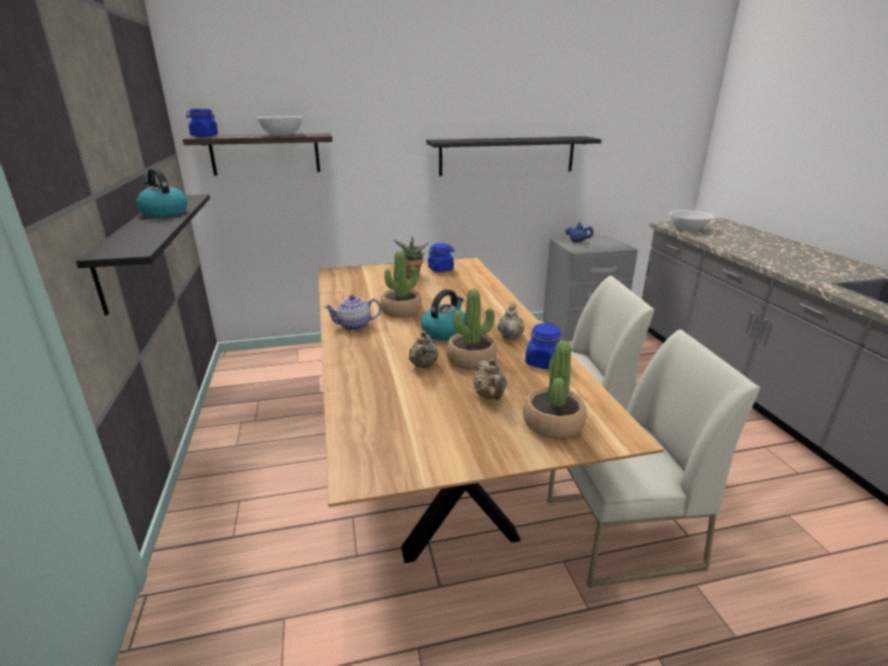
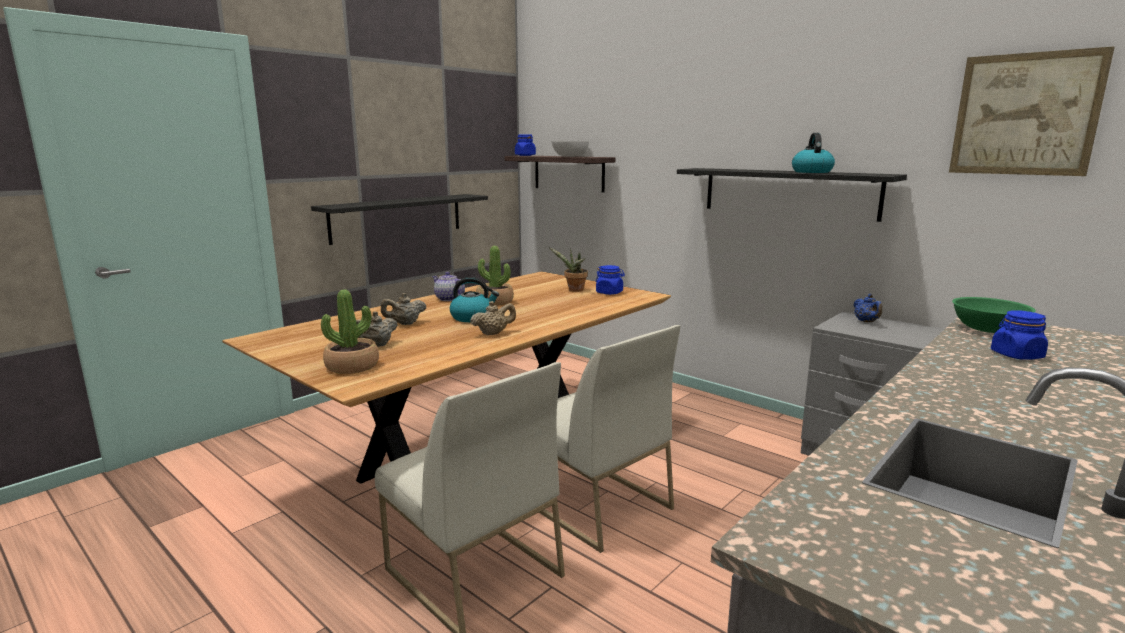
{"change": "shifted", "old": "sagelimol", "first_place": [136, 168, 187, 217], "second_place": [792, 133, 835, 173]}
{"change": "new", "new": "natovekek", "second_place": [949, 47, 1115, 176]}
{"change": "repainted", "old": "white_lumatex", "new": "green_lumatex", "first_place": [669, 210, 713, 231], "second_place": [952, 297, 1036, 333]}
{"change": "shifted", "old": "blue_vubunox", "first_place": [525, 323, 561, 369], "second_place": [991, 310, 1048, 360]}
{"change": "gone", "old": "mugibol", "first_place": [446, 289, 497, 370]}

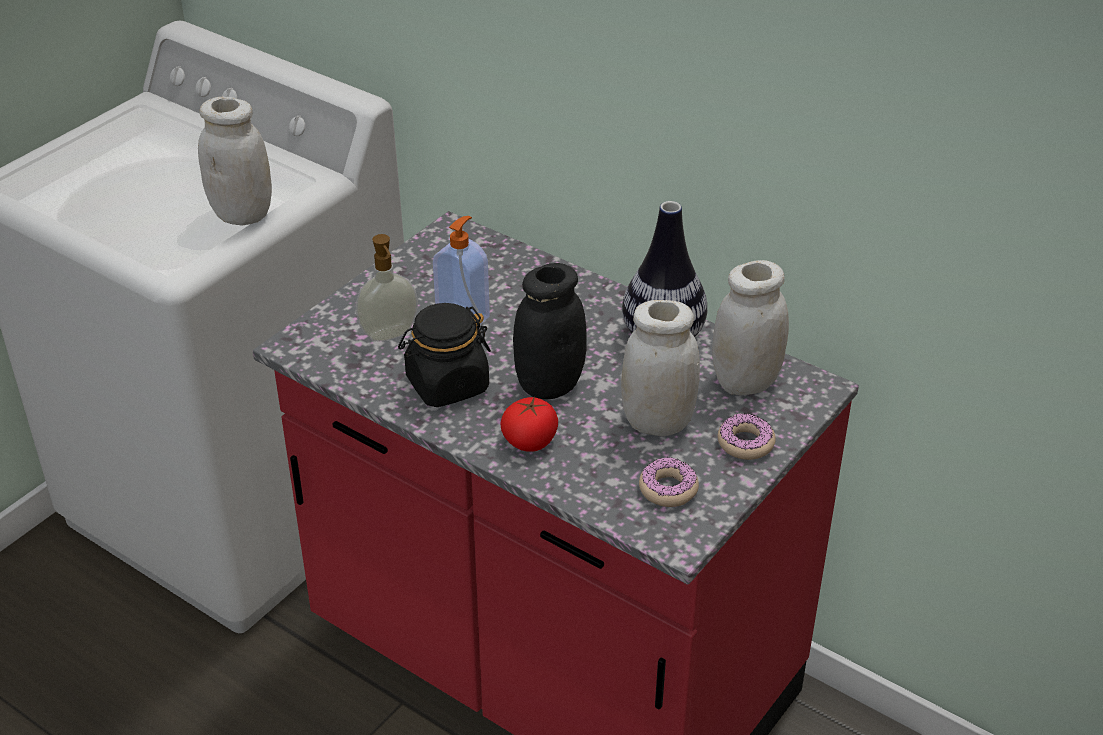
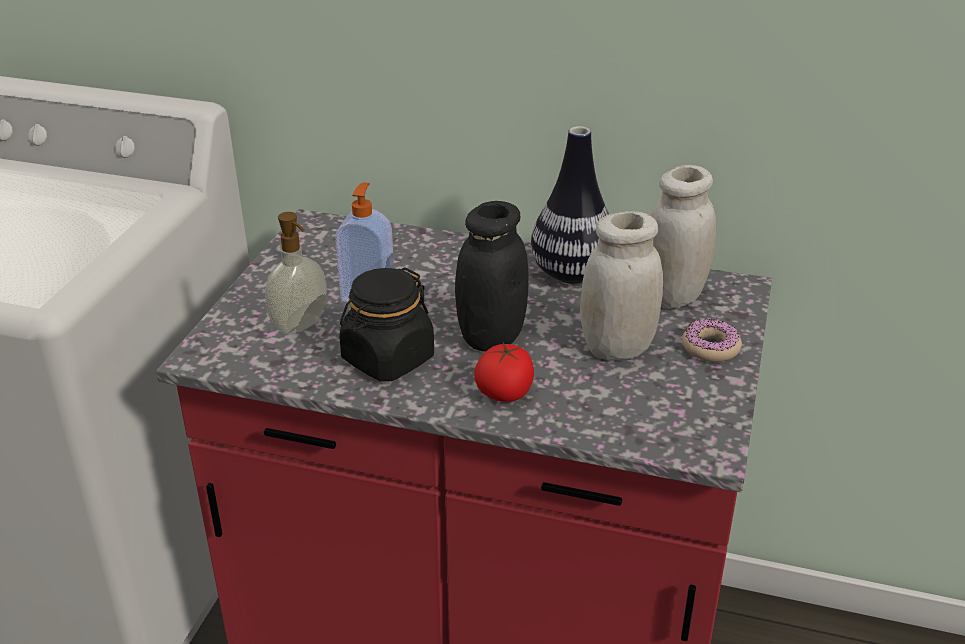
{"change": "gone", "old": "white_vubunox", "first_place": [198, 97, 272, 225]}
{"change": "gone", "old": "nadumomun", "first_place": [639, 457, 699, 507]}

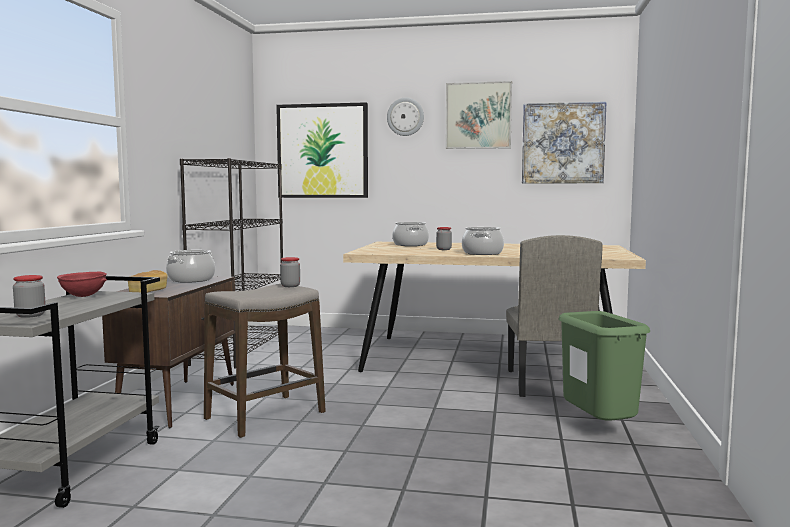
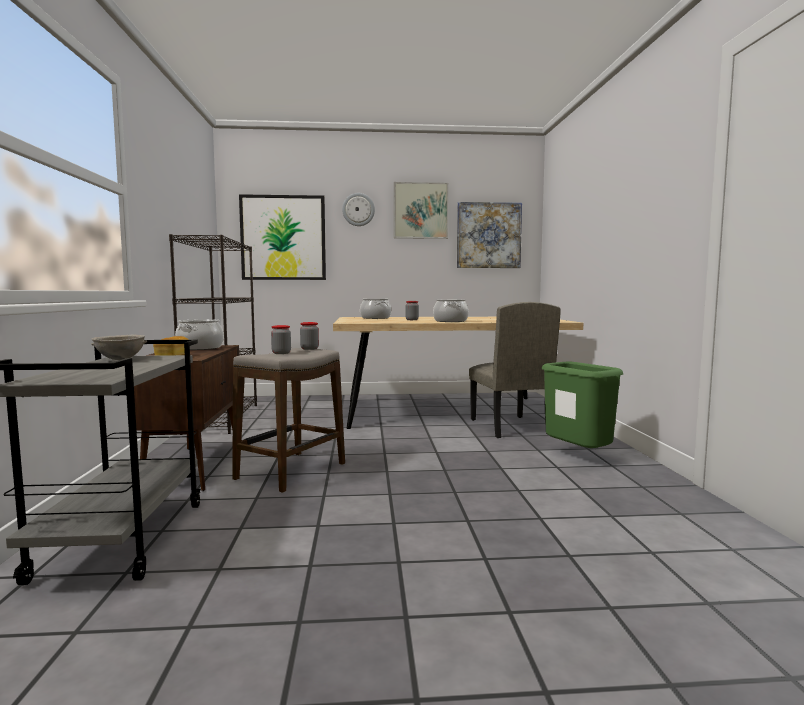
{"change": "repainted", "old": "red_lumatex", "new": "grey_lumatex", "first_place": [57, 272, 107, 297], "second_place": [91, 334, 147, 360]}
{"change": "shifted", "old": "vubunox", "first_place": [13, 275, 46, 318], "second_place": [271, 325, 291, 354]}

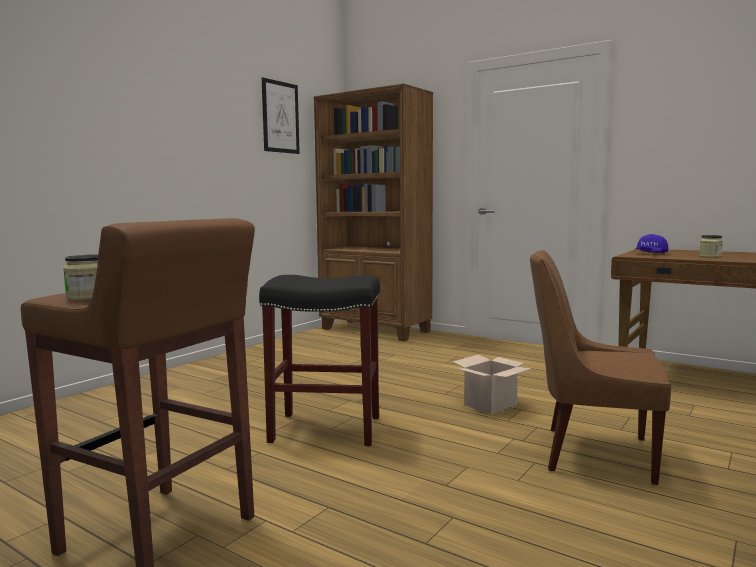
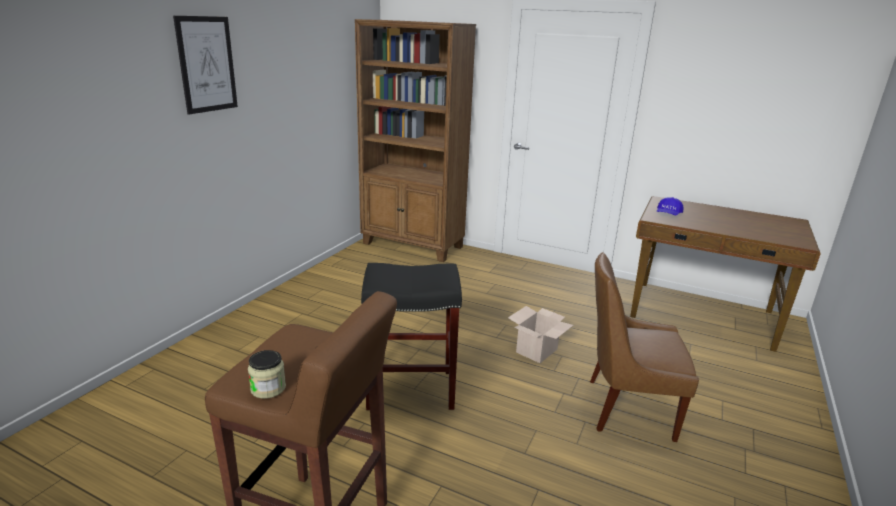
{"change": "shifted", "old": "natovekek", "first_place": [262, 78, 300, 154], "second_place": [173, 16, 238, 114]}
{"change": "gone", "old": "vubunox", "first_place": [699, 235, 723, 258]}

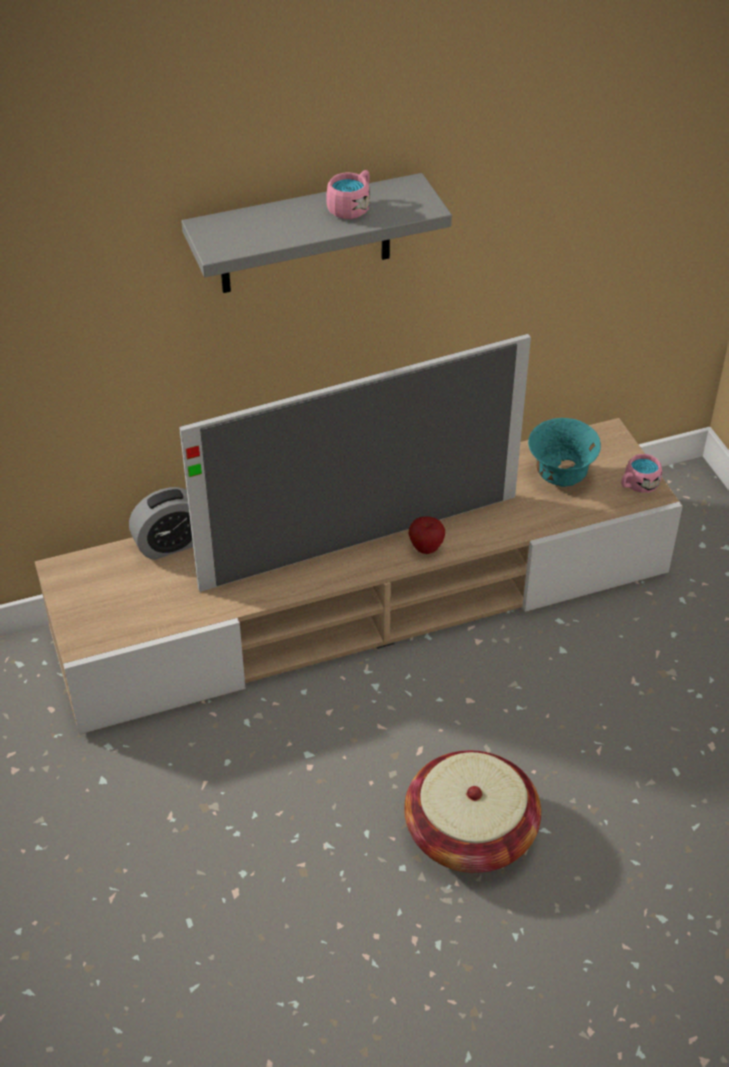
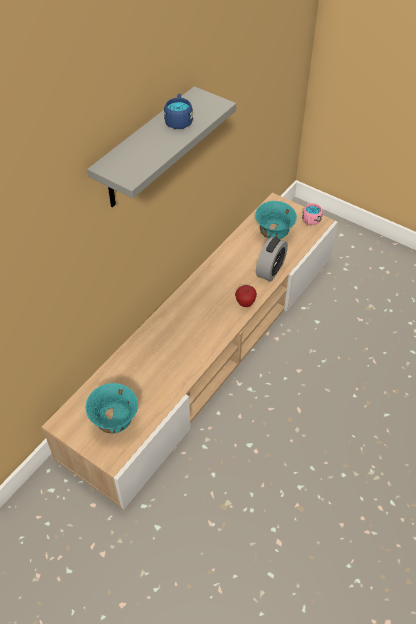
{"change": "new", "new": "turquoise_lumatex", "second_place": [85, 383, 138, 434]}
{"change": "repainted", "old": "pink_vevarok", "new": "blue_vevarok", "first_place": [326, 170, 370, 219], "second_place": [164, 94, 193, 129]}
{"change": "shifted", "old": "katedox", "first_place": [129, 487, 193, 560], "second_place": [256, 237, 288, 282]}
{"change": "gone", "old": "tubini", "first_place": [179, 334, 531, 592]}
{"change": "gone", "old": "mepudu", "first_place": [404, 750, 541, 873]}

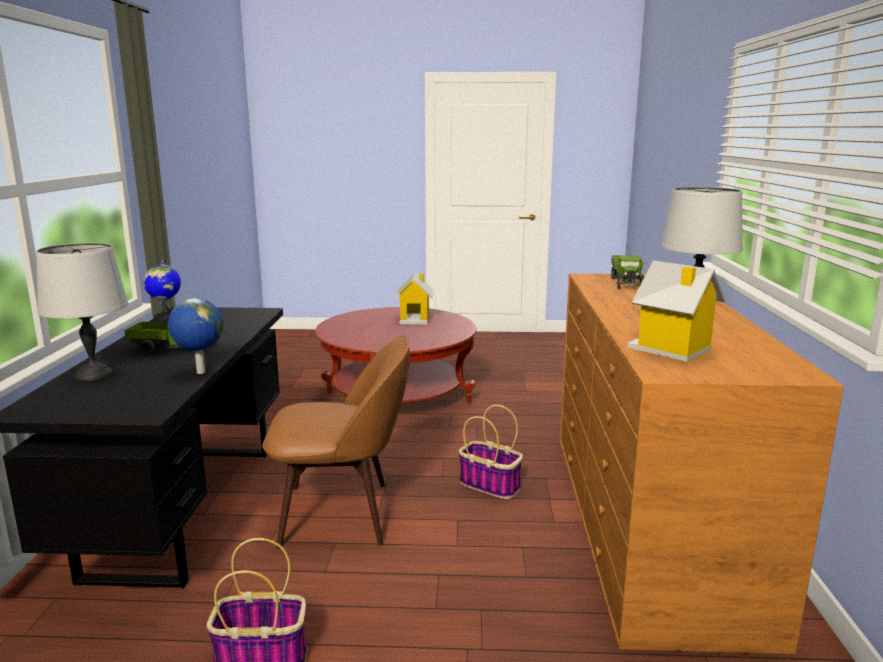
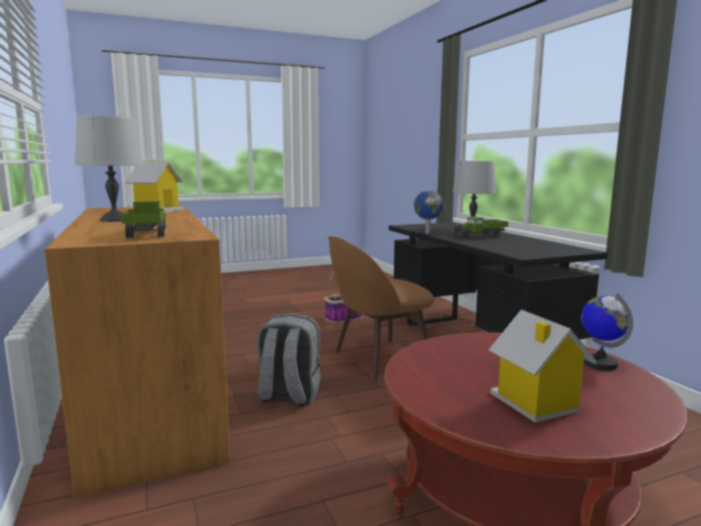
{"change": "swapped", "old": "mepudu", "new": "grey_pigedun", "first_place": [459, 405, 523, 499], "second_place": [257, 313, 321, 407]}
{"change": "shifted", "old": "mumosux", "first_place": [143, 259, 181, 322], "second_place": [581, 293, 633, 370]}

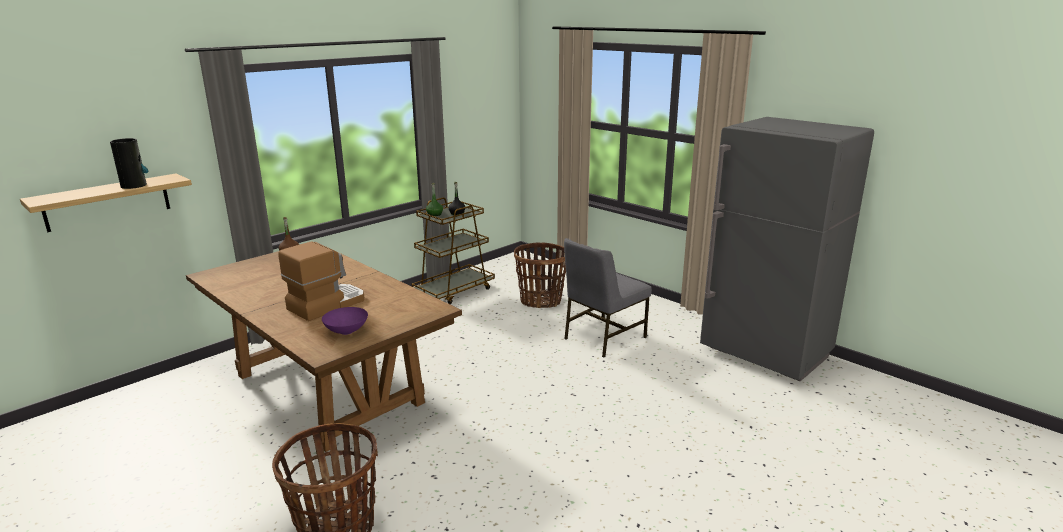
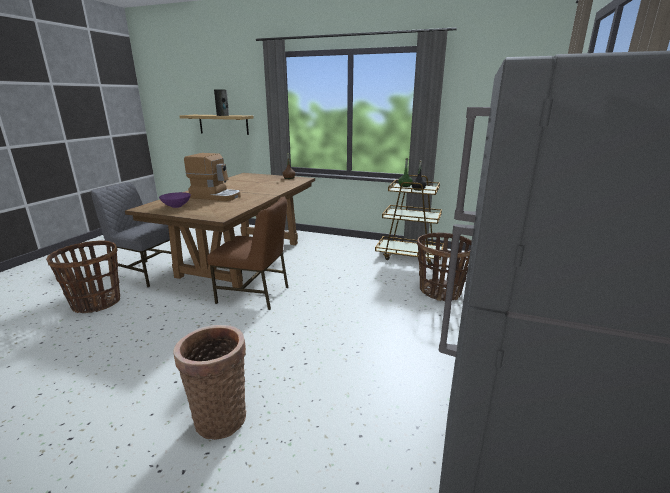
{"change": "shifted", "old": "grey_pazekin", "first_place": [564, 238, 652, 358], "second_place": [91, 182, 184, 287]}
{"change": "new", "new": "mepudu", "second_place": [173, 325, 246, 440]}
{"change": "new", "new": "brown_pazekin", "second_place": [207, 196, 288, 310]}

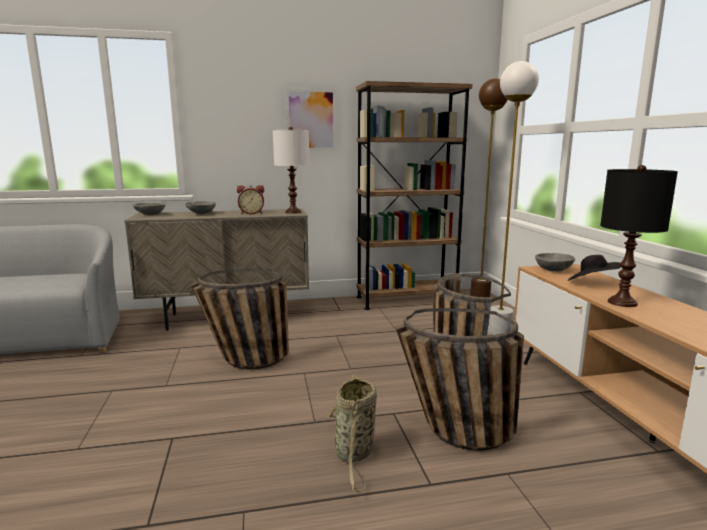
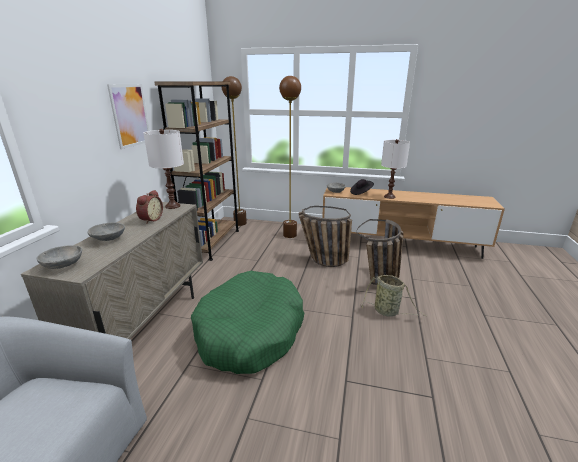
{"change": "swapped", "old": "mepudu", "new": "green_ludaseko", "first_place": [192, 269, 289, 369], "second_place": [191, 271, 304, 374]}
{"change": "repainted", "old": "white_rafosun", "new": "brown_rafosun", "first_place": [487, 61, 539, 335], "second_place": [279, 76, 301, 238]}
{"change": "repainted", "old": "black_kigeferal", "new": "white_kigeferal", "first_place": [600, 165, 678, 307], "second_place": [381, 139, 410, 199]}

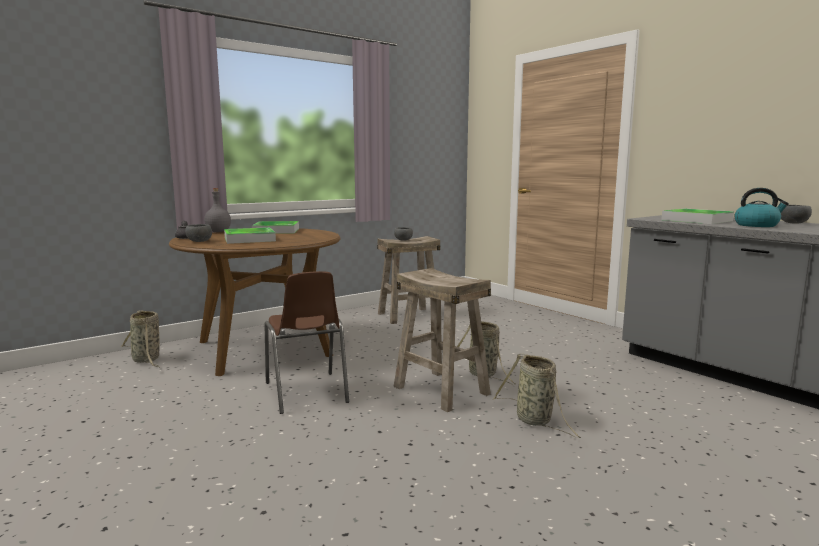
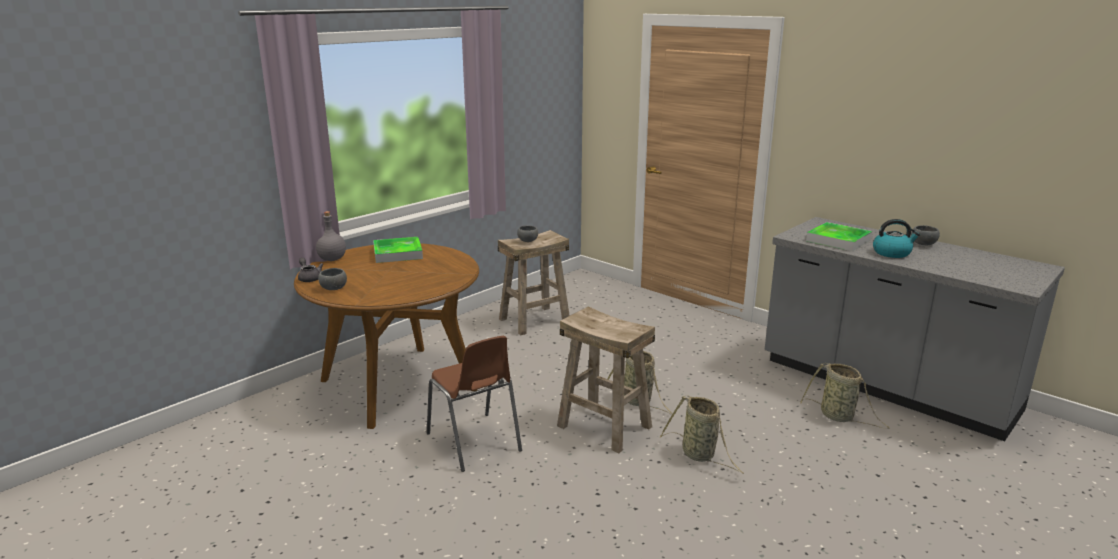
{"change": "shifted", "old": "mepudu", "first_place": [121, 310, 160, 368], "second_place": [800, 363, 890, 429]}
{"change": "gone", "old": "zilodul", "first_place": [224, 227, 276, 244]}

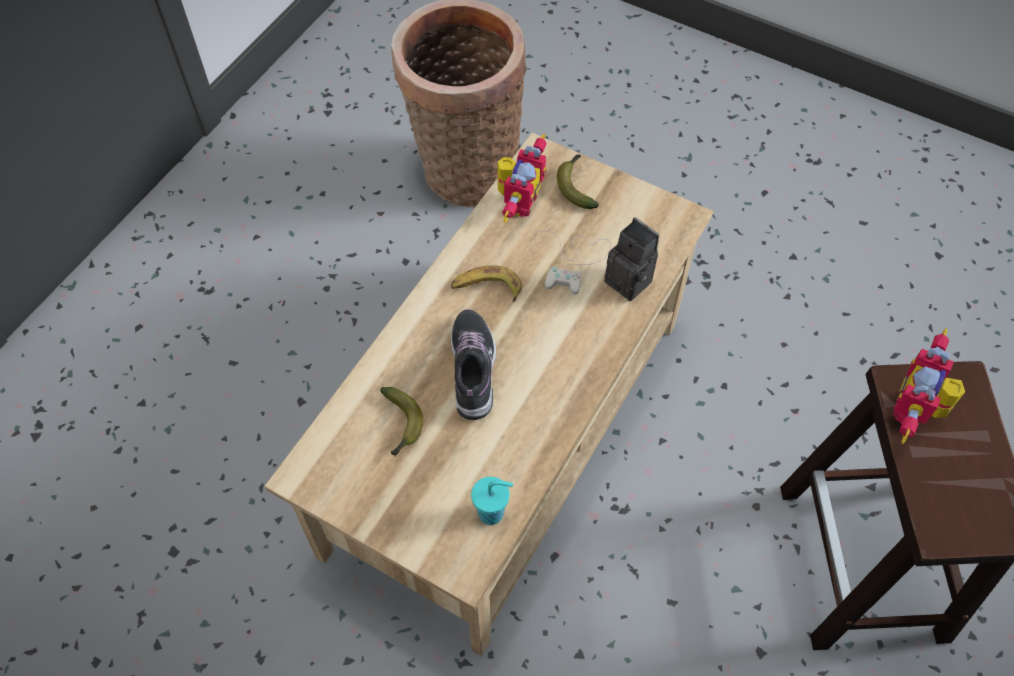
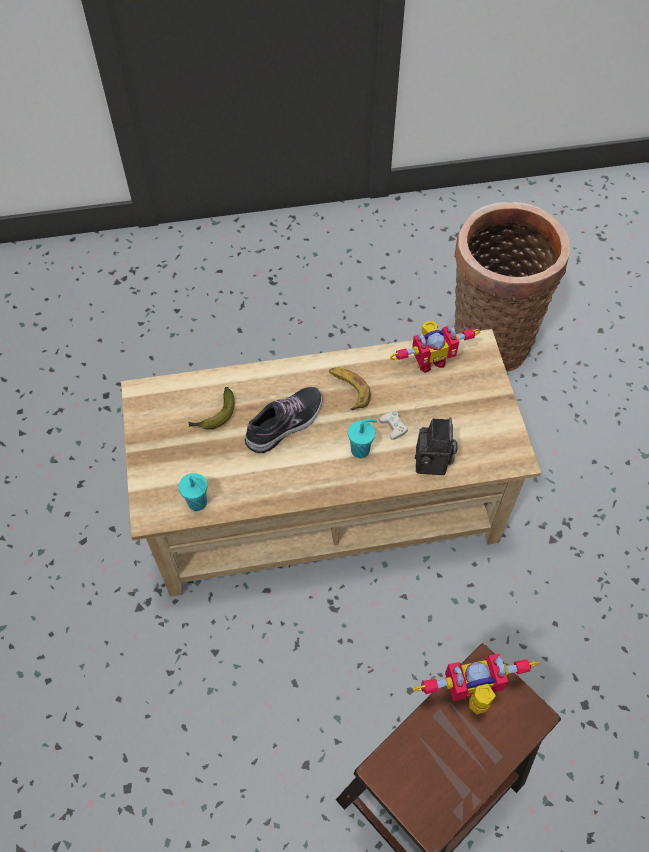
{"change": "new", "new": "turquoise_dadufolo", "second_place": [348, 419, 377, 458]}
{"change": "gone", "old": "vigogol", "first_place": [557, 155, 599, 209]}

